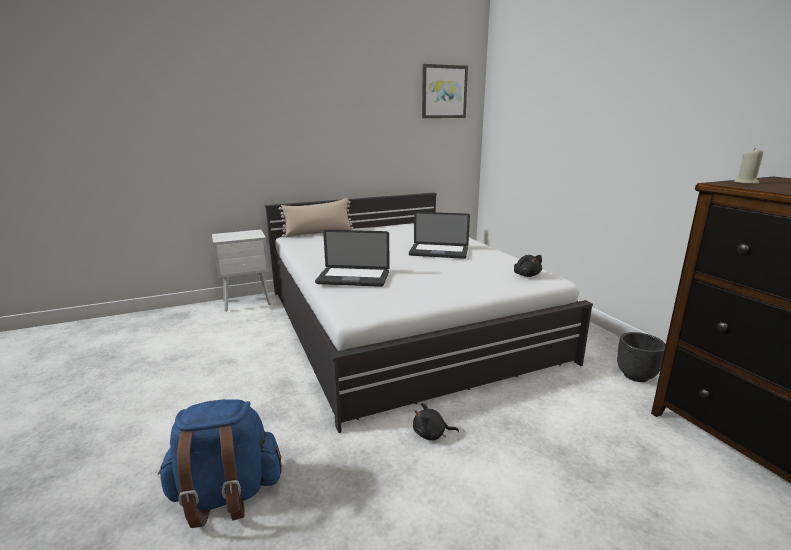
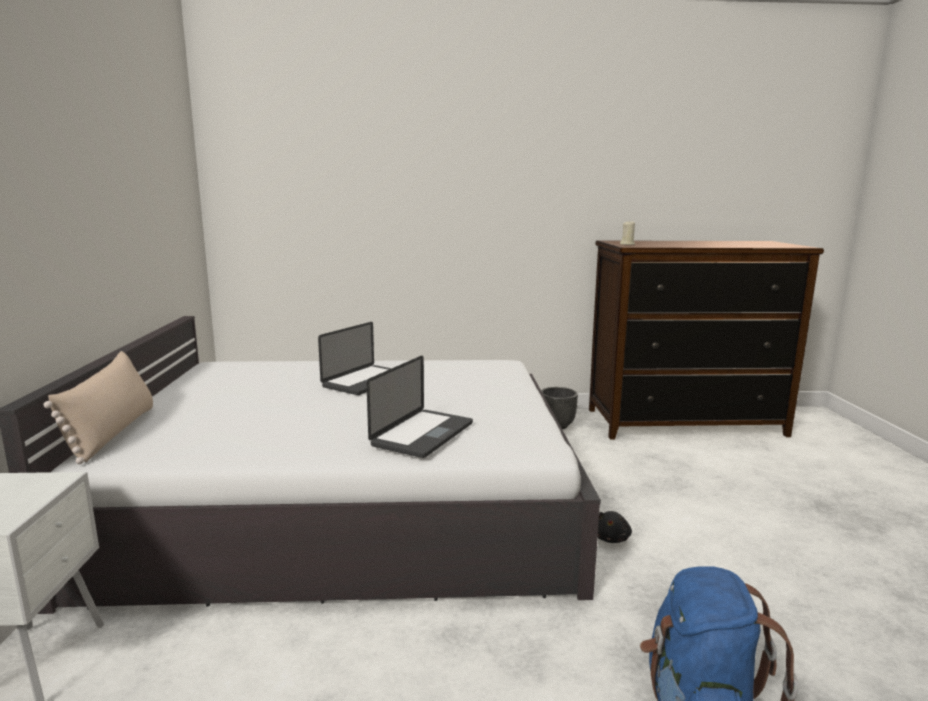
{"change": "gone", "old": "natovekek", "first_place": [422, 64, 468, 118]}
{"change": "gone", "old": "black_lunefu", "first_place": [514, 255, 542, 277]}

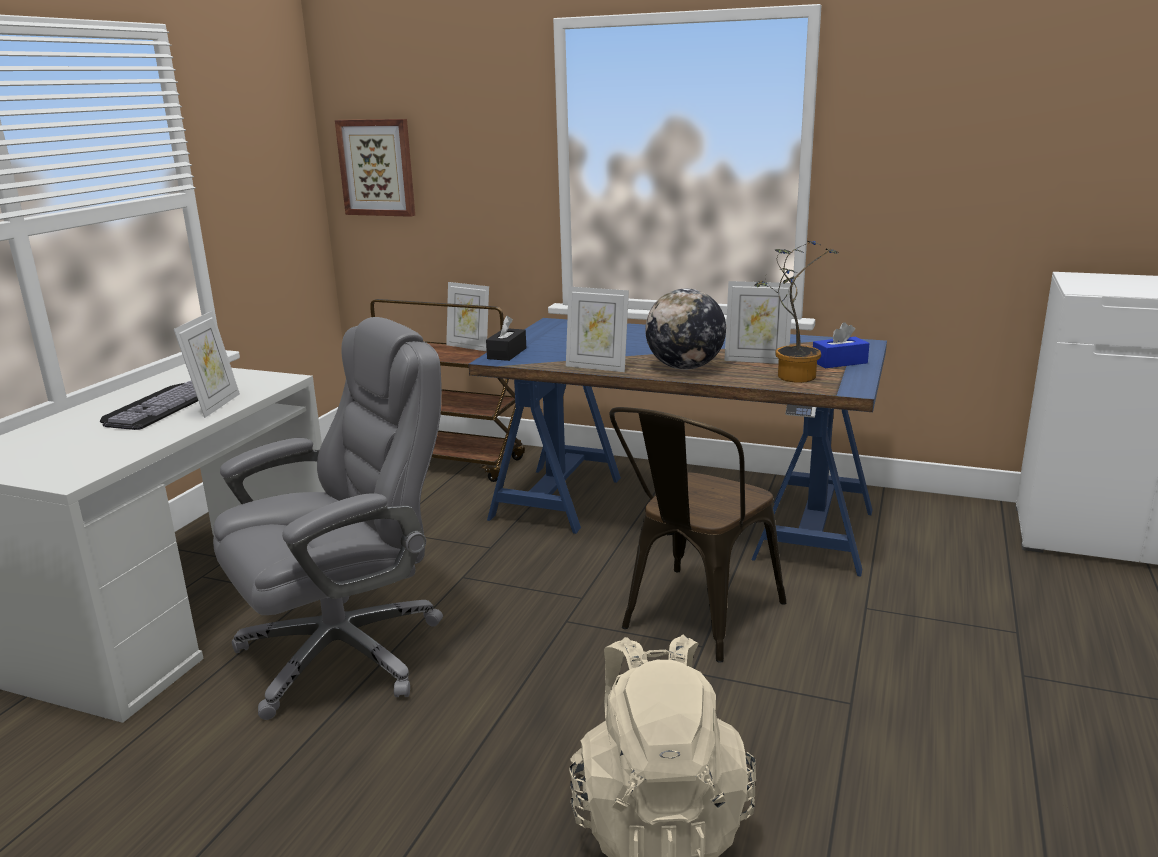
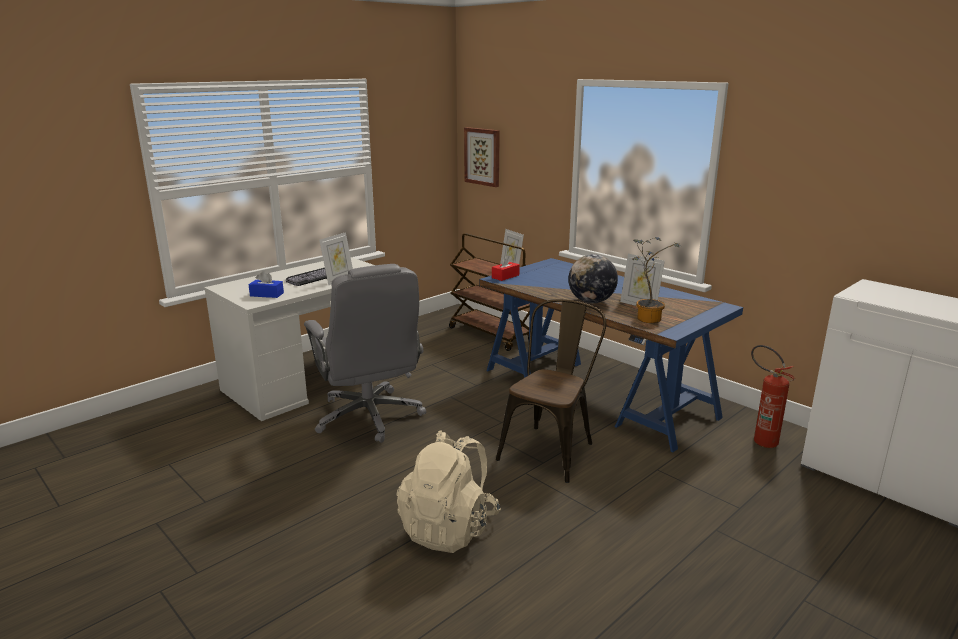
{"change": "shifted", "old": "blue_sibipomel", "first_place": [813, 322, 870, 368], "second_place": [248, 271, 284, 298]}
{"change": "rotated", "old": "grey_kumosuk", "first_place": [213, 317, 443, 720], "second_place": [304, 264, 426, 443], "degrees": 75}
{"change": "repainted", "old": "black_sibipomel", "new": "red_sibipomel", "first_place": [486, 316, 526, 361], "second_place": [492, 255, 520, 281]}
{"change": "rotated", "old": "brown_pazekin", "first_place": [610, 407, 786, 663], "second_place": [496, 299, 606, 483], "degrees": 150}
{"change": "new", "new": "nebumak", "second_place": [751, 345, 795, 448]}
{"change": "gone", "old": "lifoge", "first_place": [566, 287, 629, 372]}

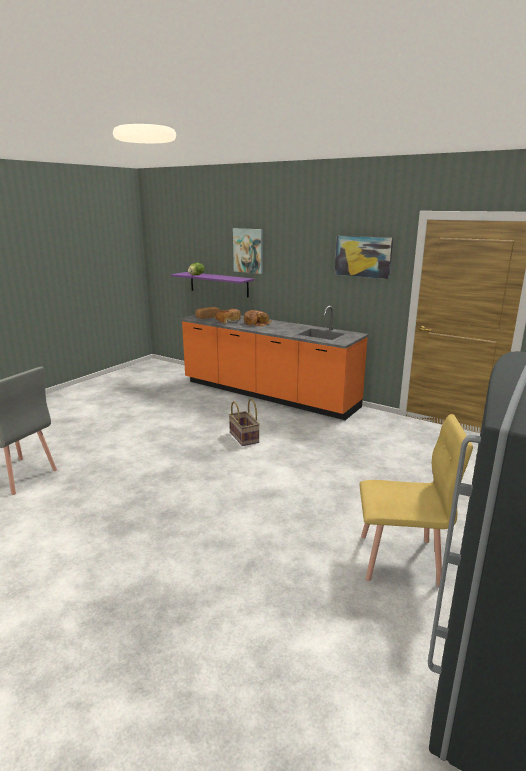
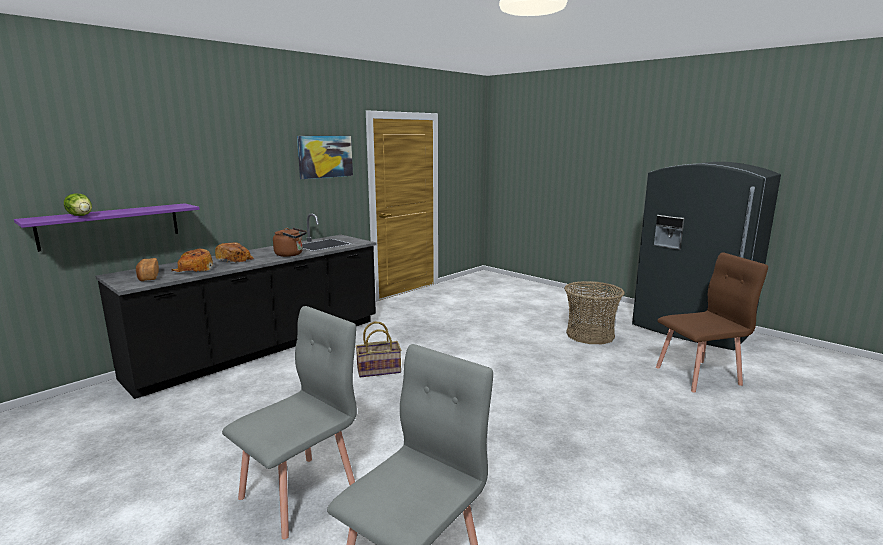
{"change": "repainted", "old": "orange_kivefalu", "new": "black_kivefalu", "first_place": [179, 306, 369, 420], "second_place": [95, 213, 377, 399]}
{"change": "new", "new": "grey_pazekin", "second_place": [222, 306, 357, 540]}
{"change": "new", "new": "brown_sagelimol", "second_place": [273, 227, 307, 257]}
{"change": "swapped", "old": "yellow_pazekin", "new": "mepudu", "first_place": [359, 414, 473, 586], "second_place": [564, 281, 625, 344]}
{"change": "new", "new": "brown_pazekin", "second_place": [656, 252, 768, 393]}
{"change": "gone", "old": "natovekek", "first_place": [233, 228, 263, 274]}

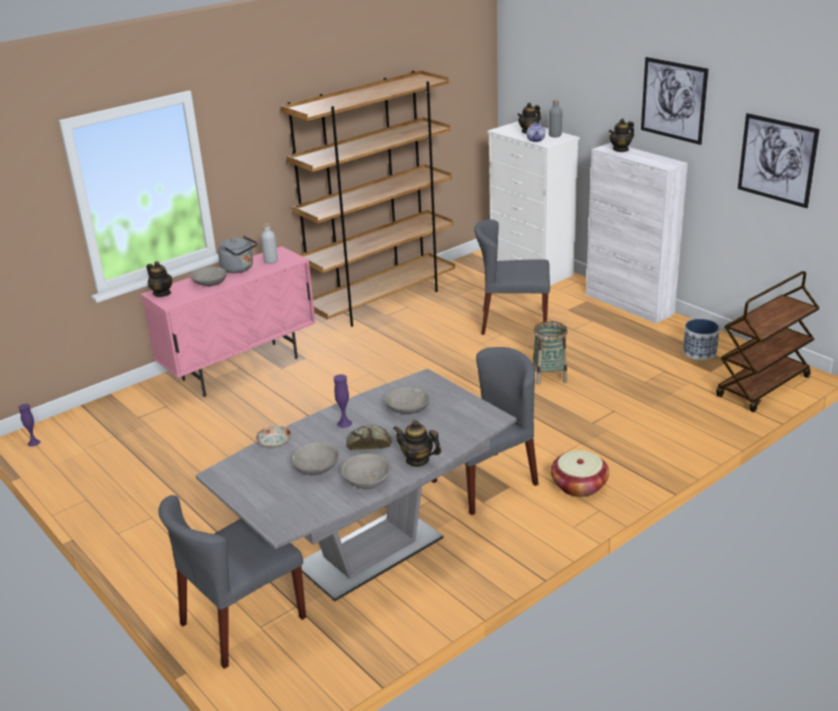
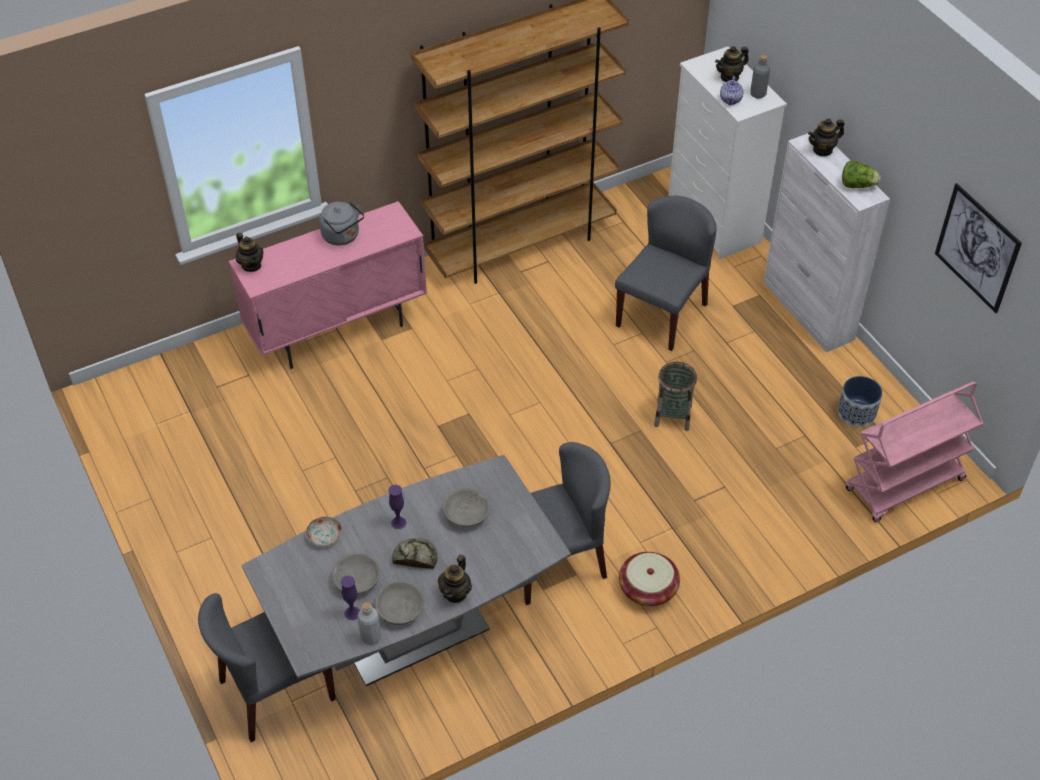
{"change": "shifted", "old": "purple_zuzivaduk", "first_place": [18, 404, 40, 447], "second_place": [340, 576, 360, 620]}
{"change": "shifted", "old": "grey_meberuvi", "first_place": [261, 223, 278, 264], "second_place": [358, 602, 381, 645]}
{"change": "rotated", "old": "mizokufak", "first_place": [393, 420, 442, 467], "second_place": [438, 555, 472, 603], "degrees": -105}
{"change": "rotated", "old": "grey_pazekin", "first_place": [474, 219, 550, 335], "second_place": [615, 196, 717, 351], "degrees": 105}
{"change": "new", "new": "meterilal", "second_place": [842, 161, 881, 188]}
{"change": "repainted", "old": "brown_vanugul", "new": "pink_vanugul", "first_place": [716, 271, 819, 412], "second_place": [845, 382, 983, 522]}
{"change": "gone", "old": "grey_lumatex", "first_place": [190, 267, 227, 286]}
{"change": "gone", "old": "natovekek", "first_place": [641, 57, 709, 145]}

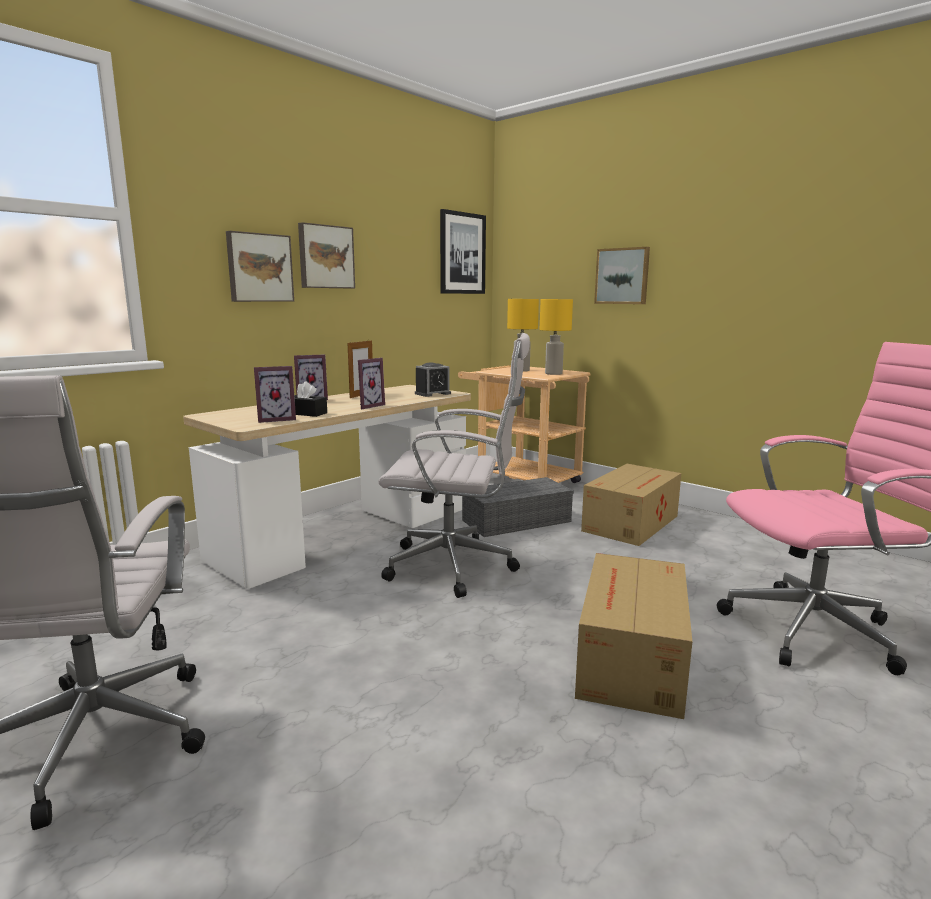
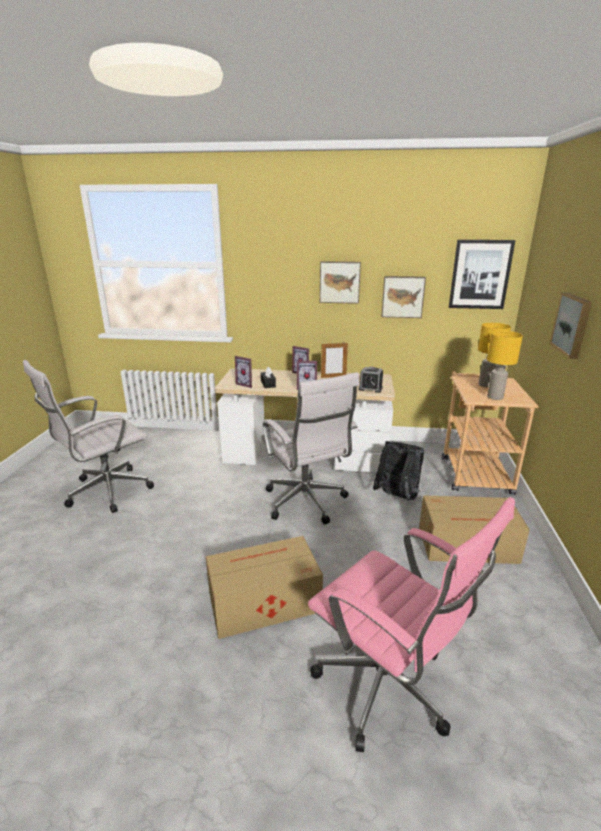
{"change": "swapped", "old": "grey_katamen", "new": "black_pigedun", "first_place": [462, 477, 574, 537], "second_place": [373, 441, 424, 500]}
{"change": "shifted", "old": "natovekek", "first_place": [226, 231, 294, 302], "second_place": [382, 276, 426, 318]}

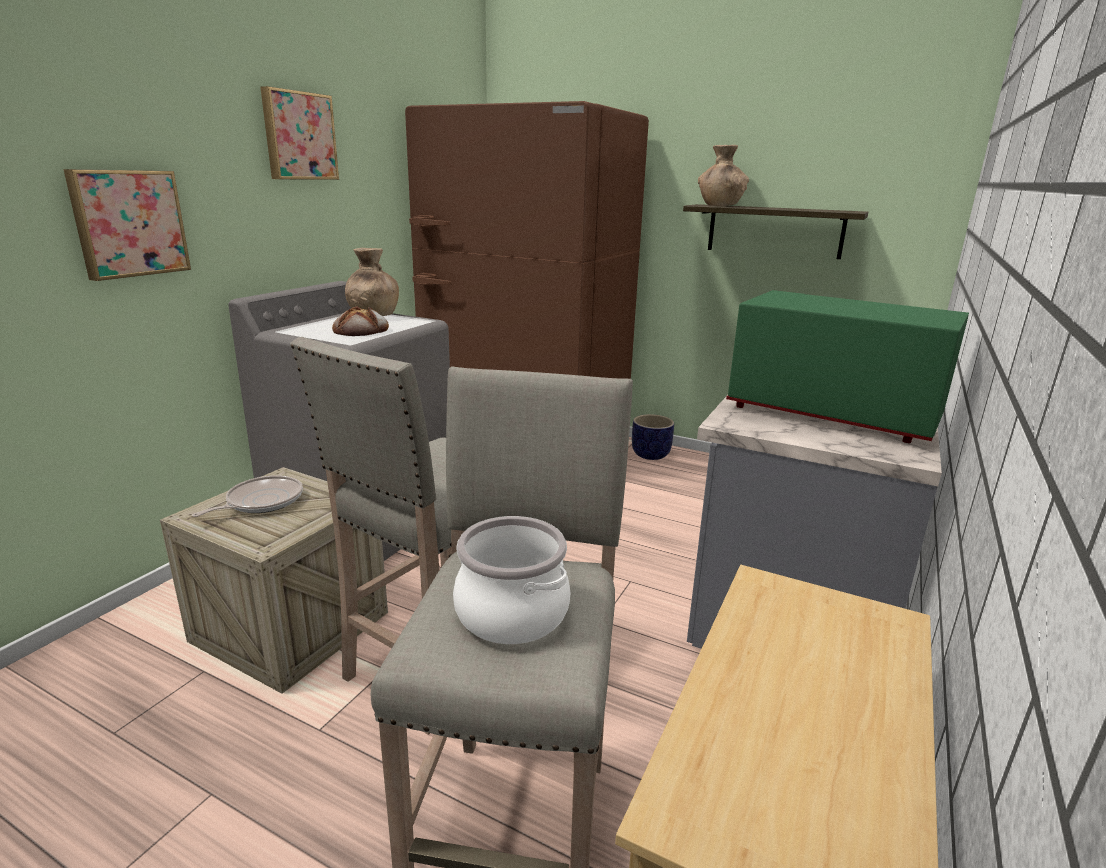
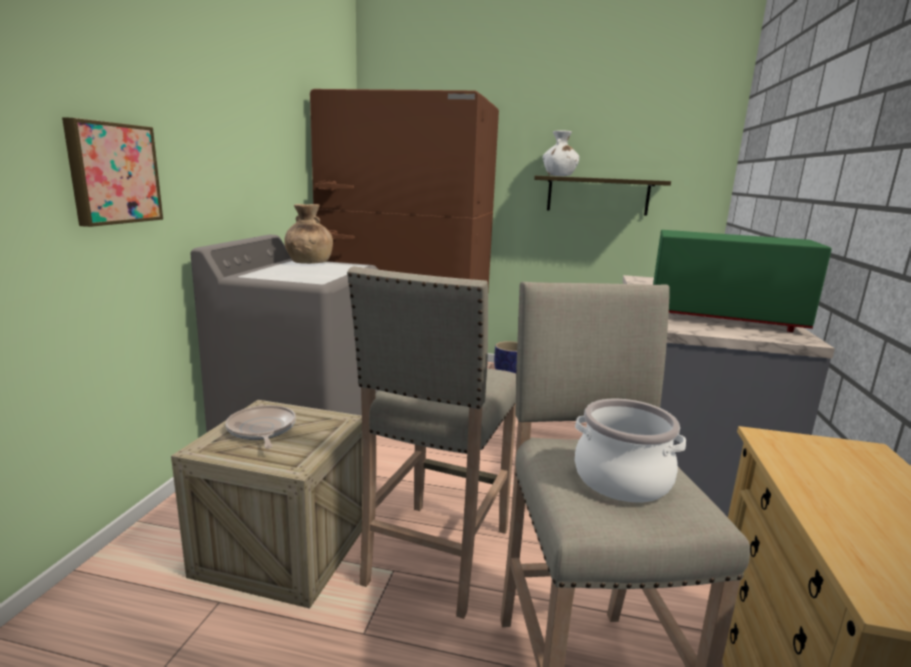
{"change": "rotated", "old": "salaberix", "first_place": [192, 475, 303, 517], "second_place": [225, 405, 296, 449], "degrees": -45}
{"change": "repainted", "old": "brown_zuzivaduk", "new": "white_zuzivaduk", "first_place": [698, 145, 749, 206], "second_place": [542, 130, 579, 176]}
{"change": "gone", "old": "natovekek", "first_place": [260, 86, 339, 180]}
{"change": "gone", "old": "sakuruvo", "first_place": [332, 306, 389, 336]}

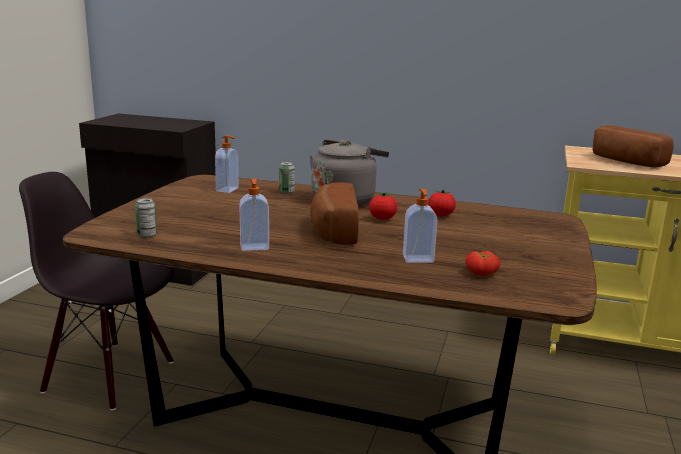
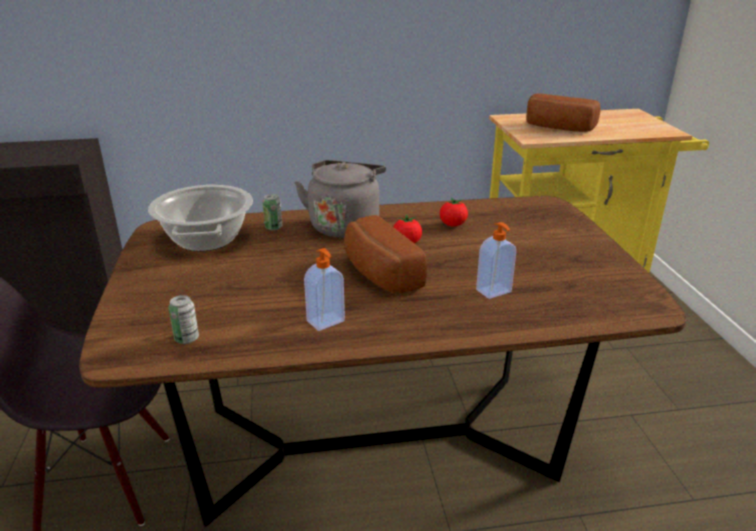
{"change": "swapped", "old": "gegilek", "new": "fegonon", "first_place": [215, 135, 239, 193], "second_place": [148, 185, 253, 251]}
{"change": "gone", "old": "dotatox", "first_place": [465, 251, 500, 276]}

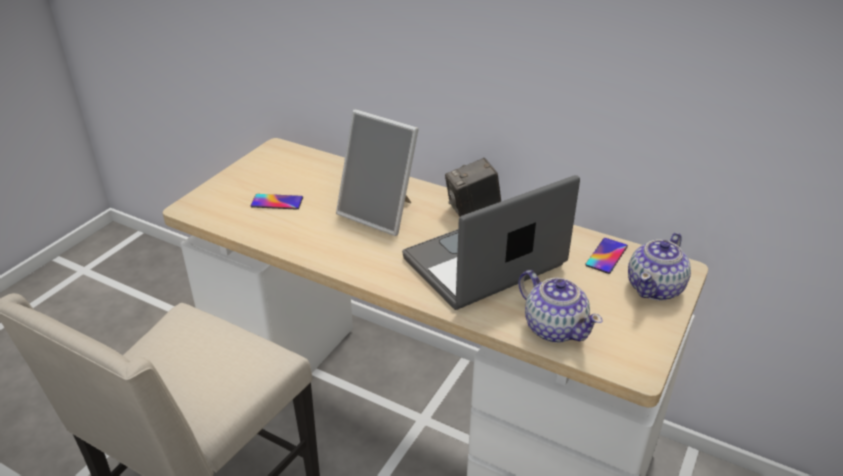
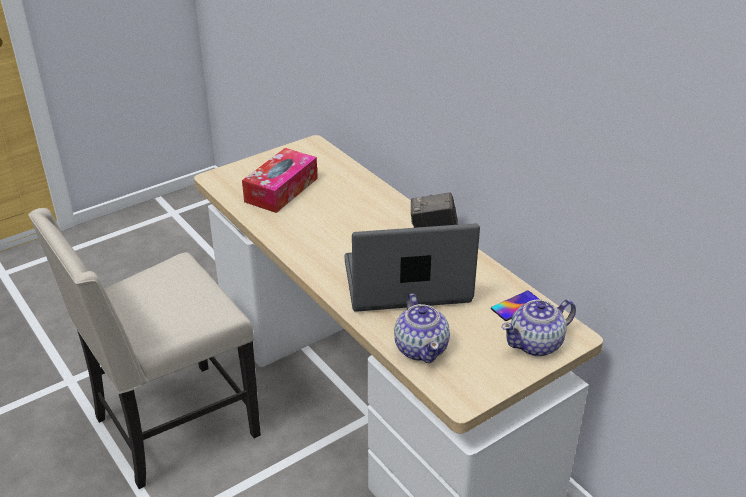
{"change": "swapped", "old": "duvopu", "new": "sibipomel", "first_place": [250, 194, 303, 210], "second_place": [242, 148, 318, 213]}
{"change": "gone", "old": "lifoge", "first_place": [336, 110, 419, 236]}

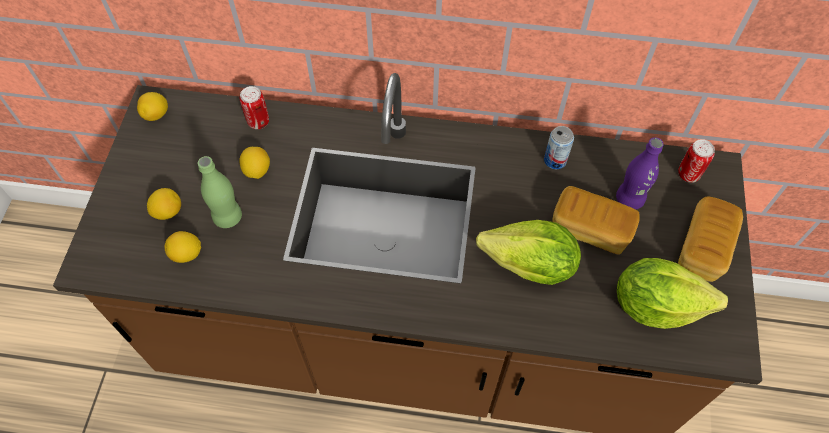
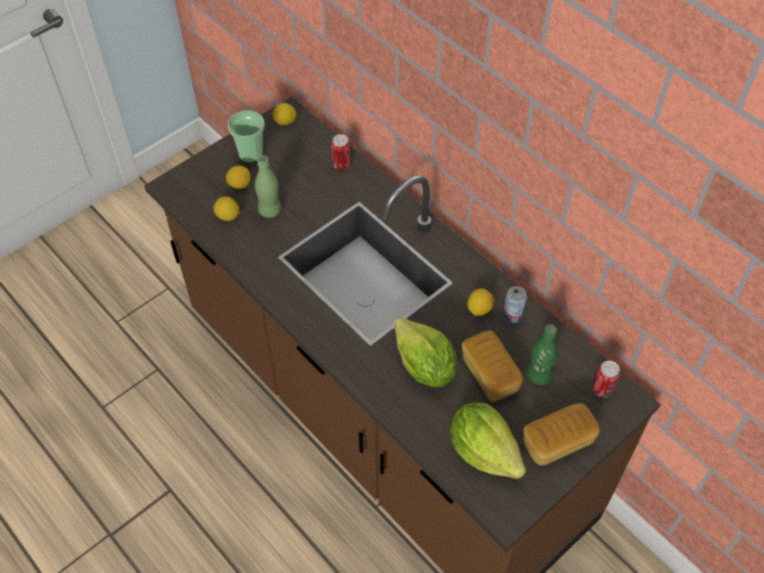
{"change": "new", "new": "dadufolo", "second_place": [228, 110, 265, 163]}
{"change": "shifted", "old": "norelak", "first_place": [239, 147, 270, 179], "second_place": [467, 288, 494, 316]}
{"change": "repainted", "old": "purple_meberuvi", "new": "green_meberuvi", "first_place": [616, 137, 664, 209], "second_place": [527, 324, 558, 385]}

